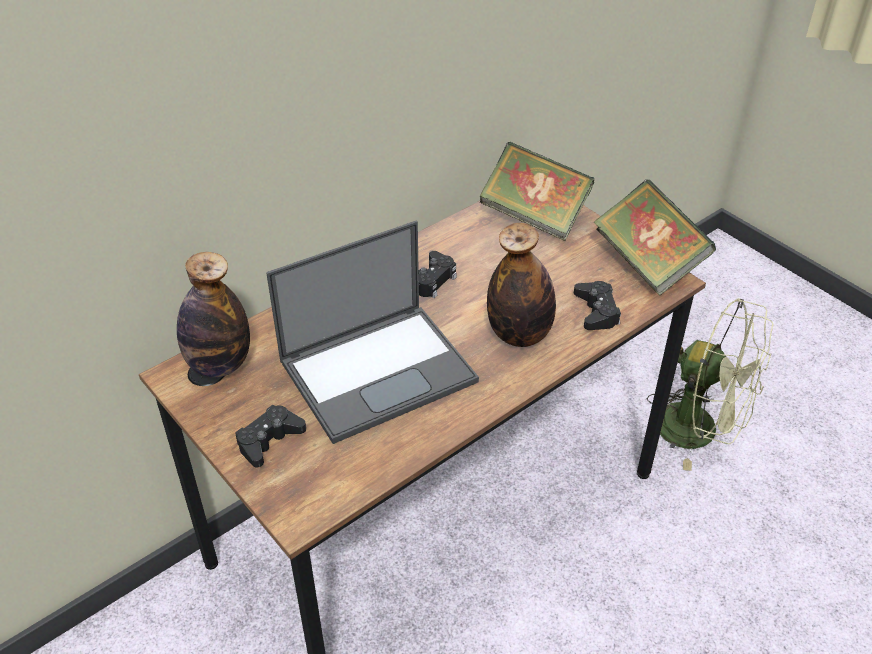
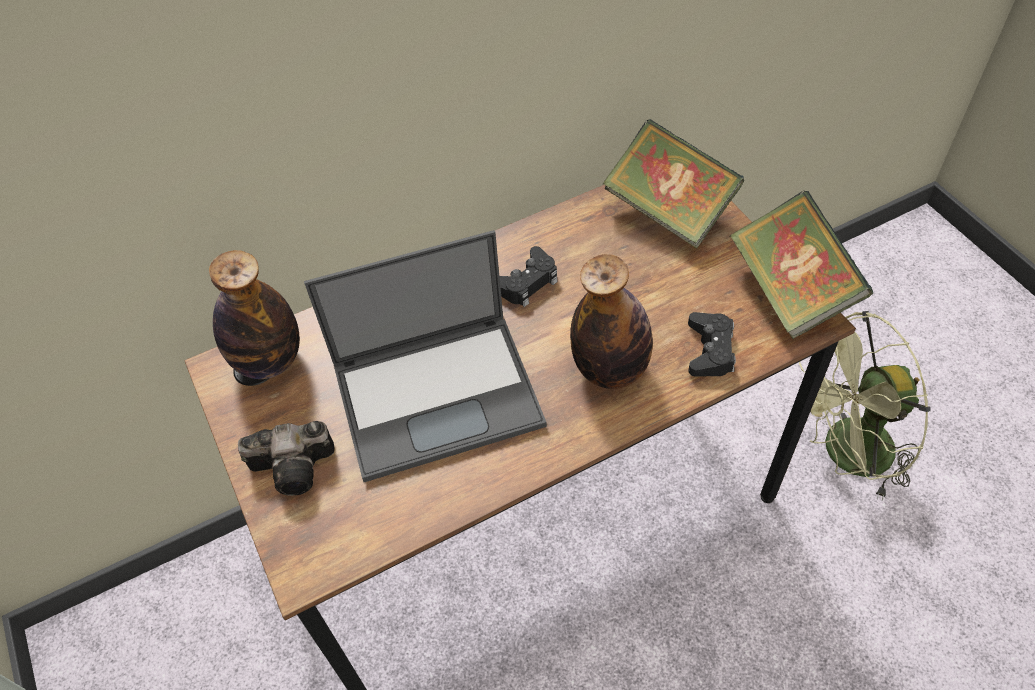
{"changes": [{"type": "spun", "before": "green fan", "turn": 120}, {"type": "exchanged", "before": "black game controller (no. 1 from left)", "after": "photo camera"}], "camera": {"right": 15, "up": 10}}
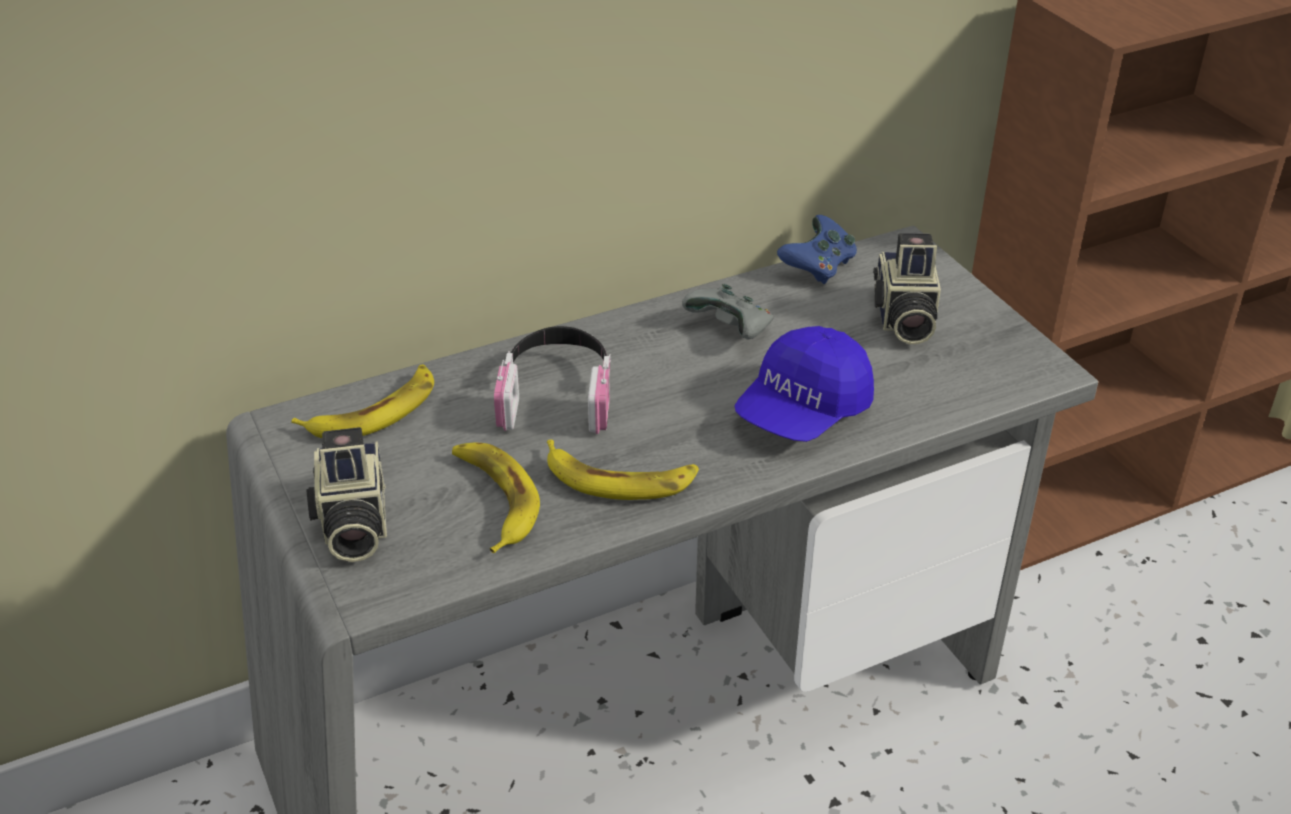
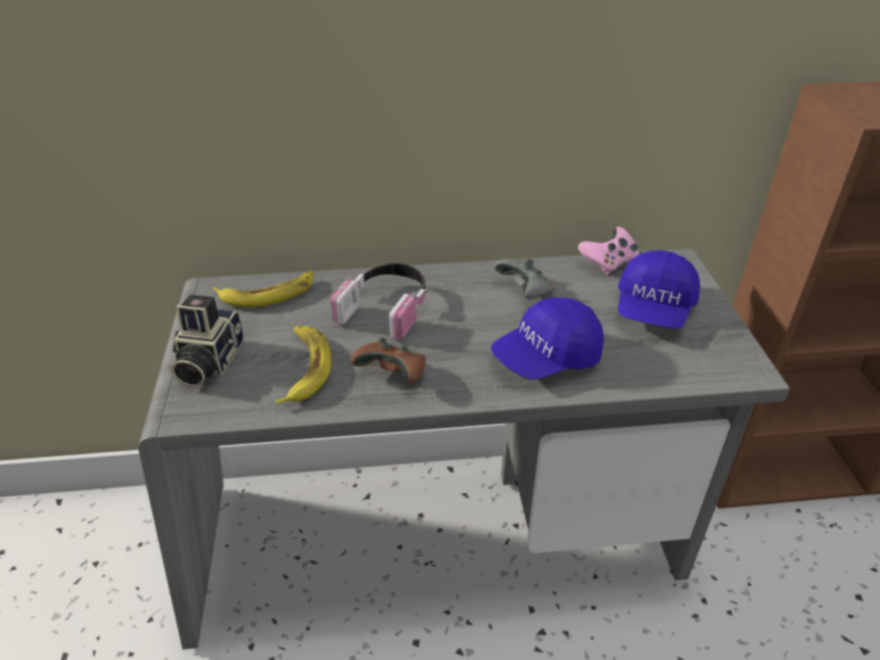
{"changes": [{"type": "colour", "before": "blue game controller", "after": "pink game controller"}, {"type": "exchanged", "before": "photo camera (no. 2 from left)", "after": "blue cap (no. 2 from left)"}, {"type": "exchanged", "before": "banana (no. 3 from left)", "after": "brown game controller"}], "camera": {"right": 20, "up": 0}}
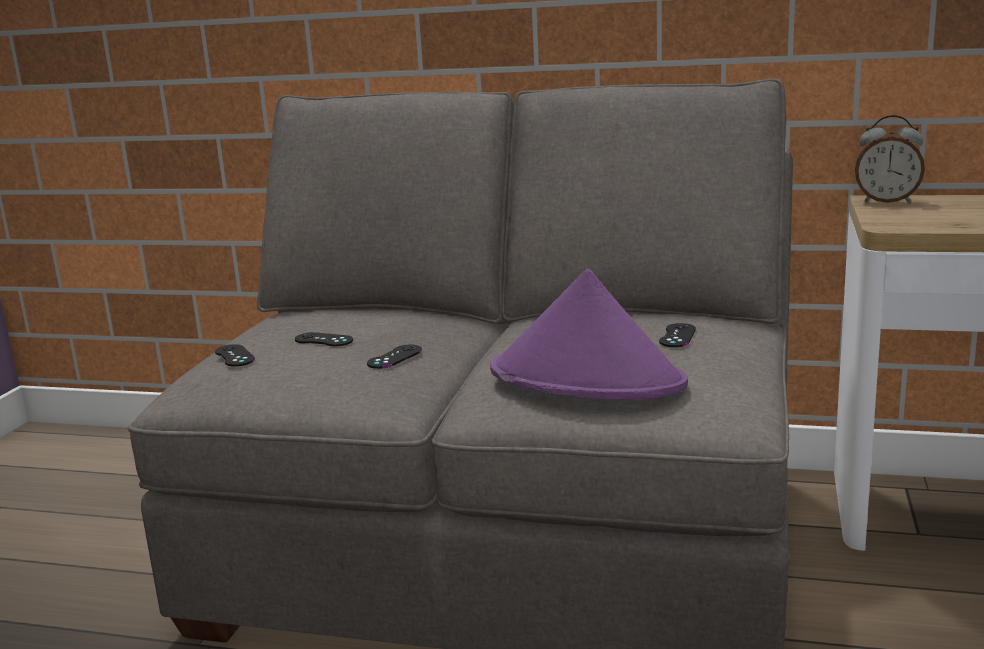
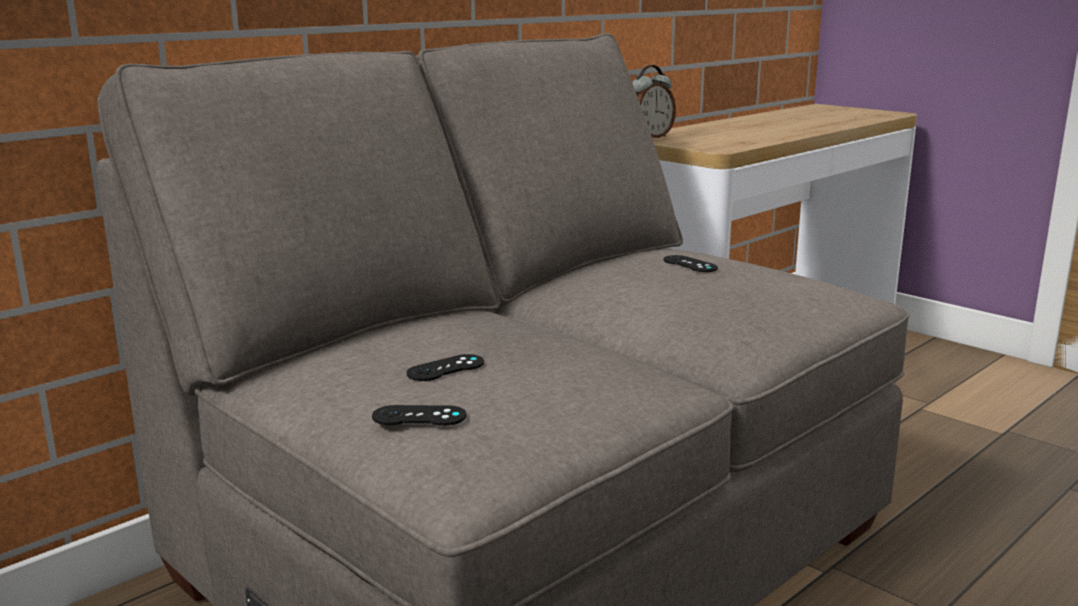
{"changes": [{"type": "missing", "before": "purple hat"}, {"type": "missing", "before": "black game controller (no. 3 from left)"}], "camera": {"right": -60, "up": 0}}
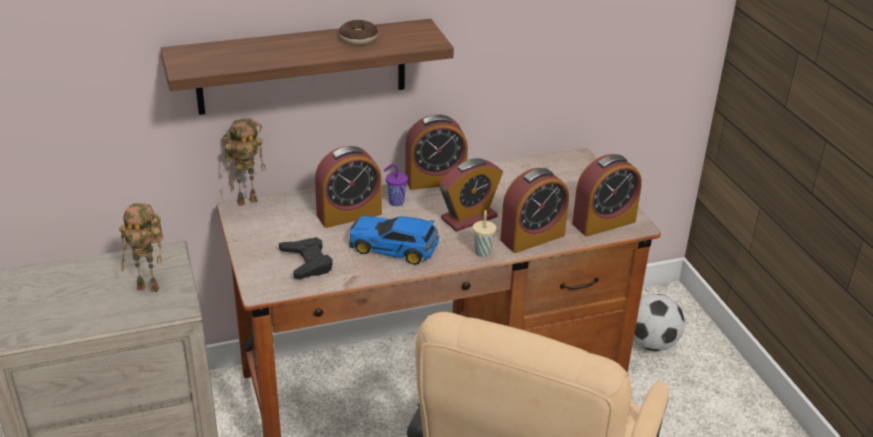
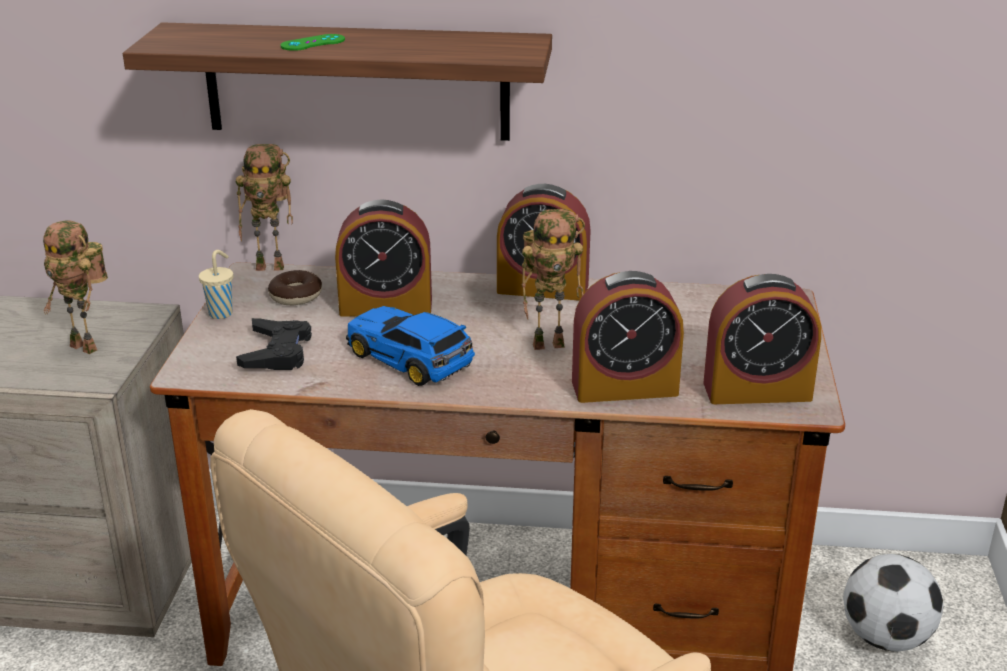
{"changes": [{"type": "relocated", "before": "donut"}, {"type": "exchanged", "before": "alarm clock (no. 3 from left)", "after": "toy robot (no. 3 from left)"}, {"type": "missing", "before": "purple cup"}, {"type": "relocated", "before": "beige cup"}, {"type": "appeared", "after": "green game controller"}], "camera": {"right": 25, "up": -5}}
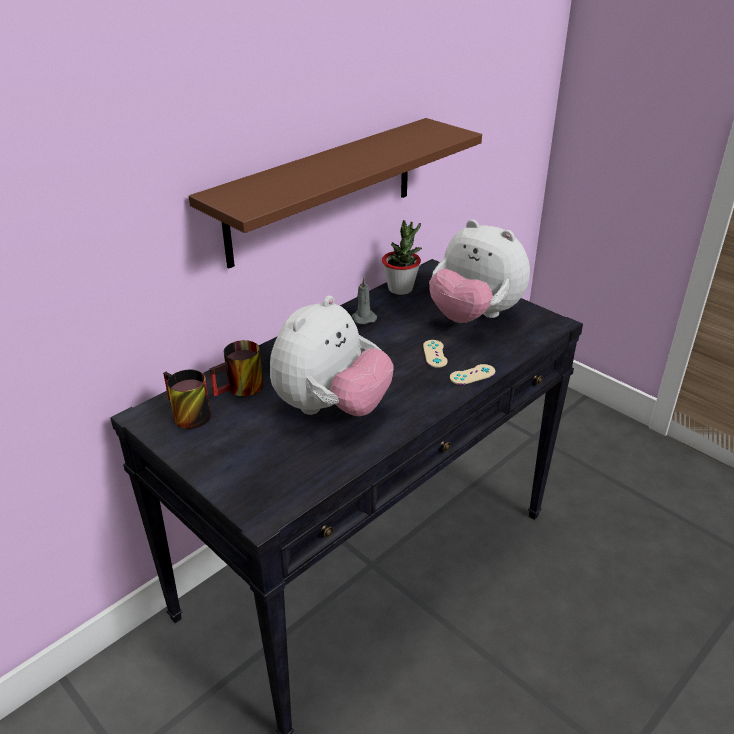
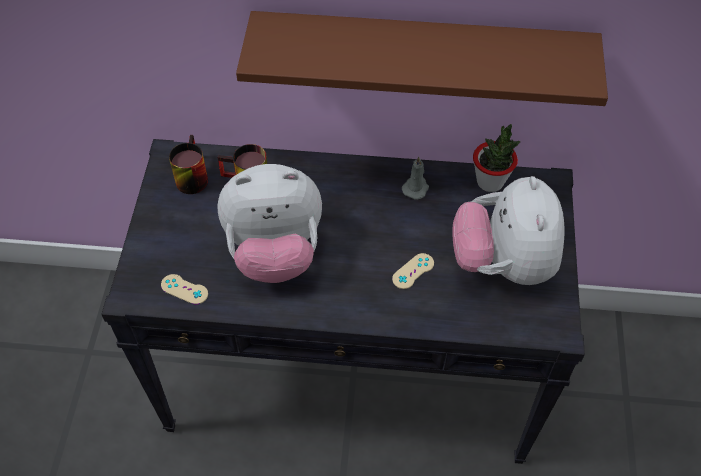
{"changes": [{"type": "relocated", "before": "beige game controller (no. 2 from left in the first image)", "after": "beige game controller (no. 1 from left)"}], "camera": {"right": 50, "up": 20}}
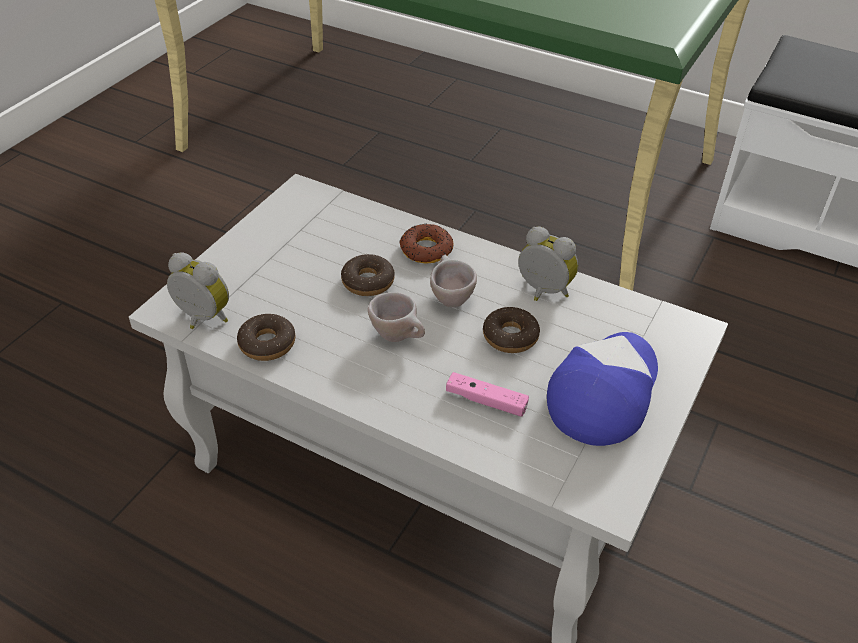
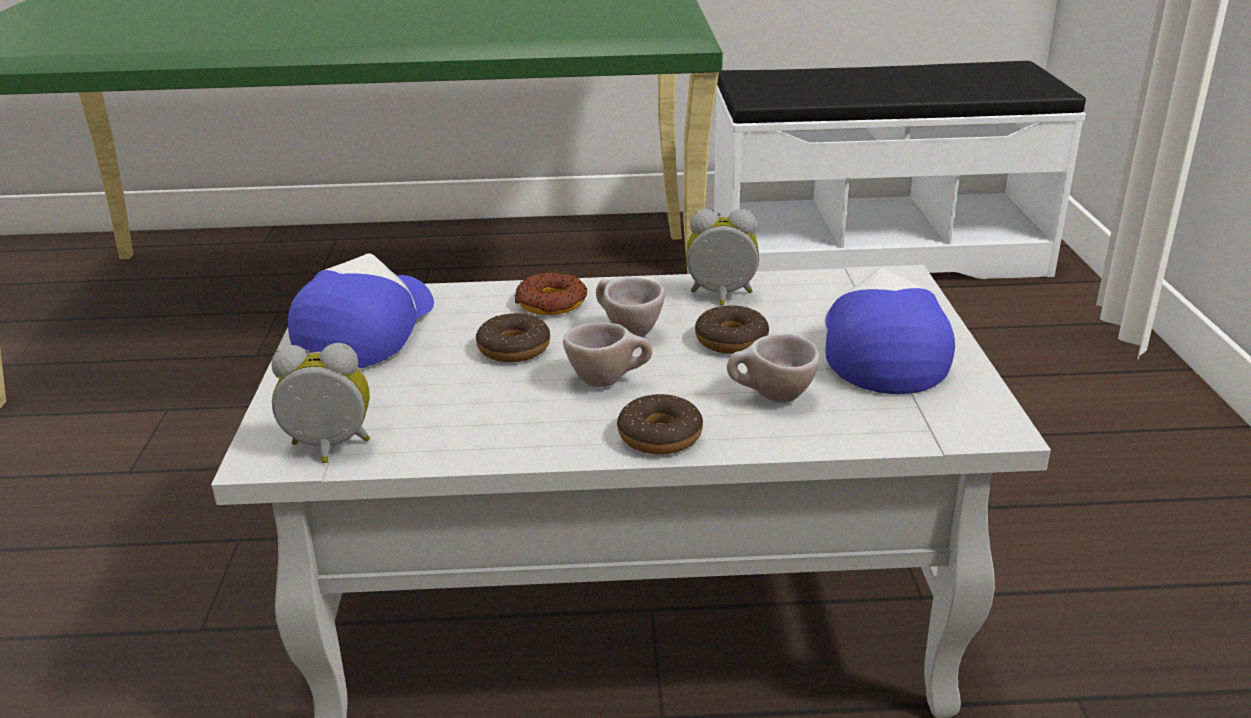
{"changes": [{"type": "relocated", "before": "donut (no. 1 from left in the first image)", "after": "donut (no. 3 from left)"}, {"type": "exchanged", "before": "pink game controller", "after": "beige cup (no. 3 from left)"}, {"type": "appeared", "after": "cap (no. 1 from left)"}], "camera": {"right": -30, "up": -15}}
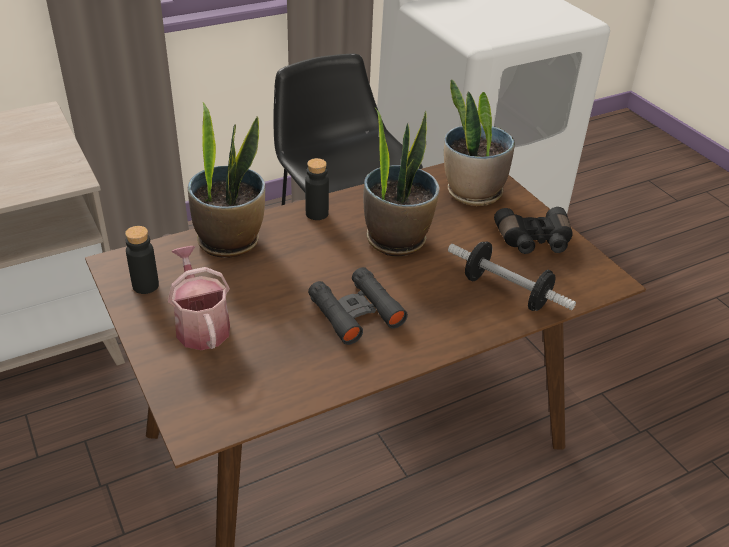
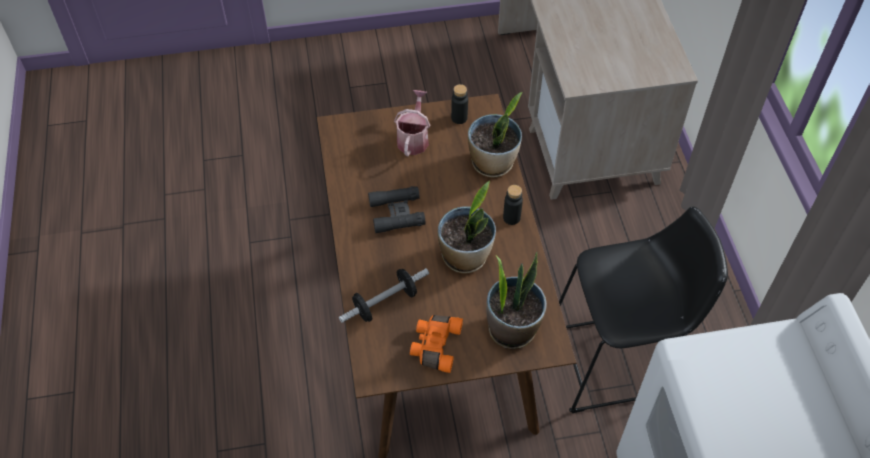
{"changes": [{"type": "colour", "before": "black binoculars (no. 2 from left)", "after": "orange binoculars"}, {"type": "spun", "before": "watering can", "turn": -75}], "camera": {"right": 110, "up": 15}}
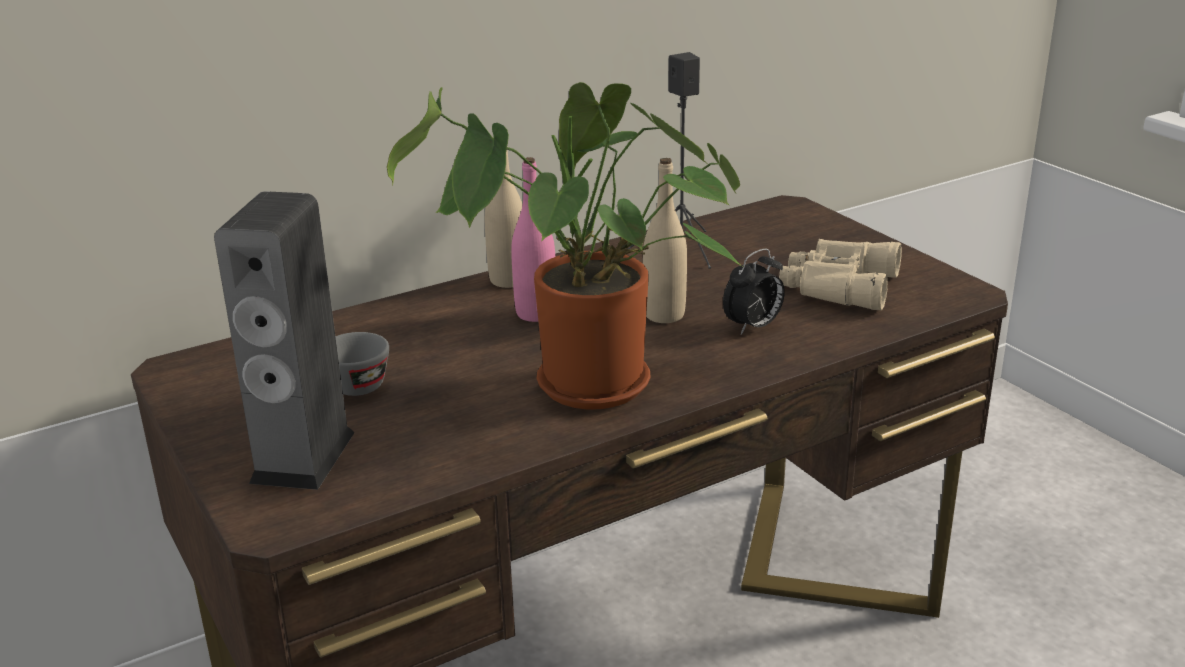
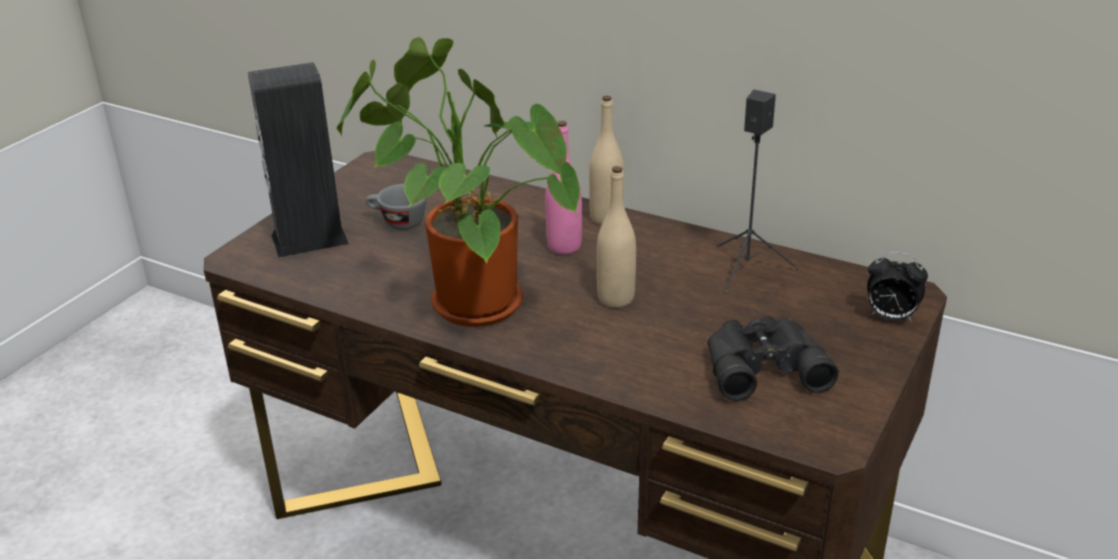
{"changes": [{"type": "colour", "before": "beige binoculars", "after": "black binoculars"}, {"type": "relocated", "before": "alarm clock"}], "camera": {"right": 60, "up": 5}}
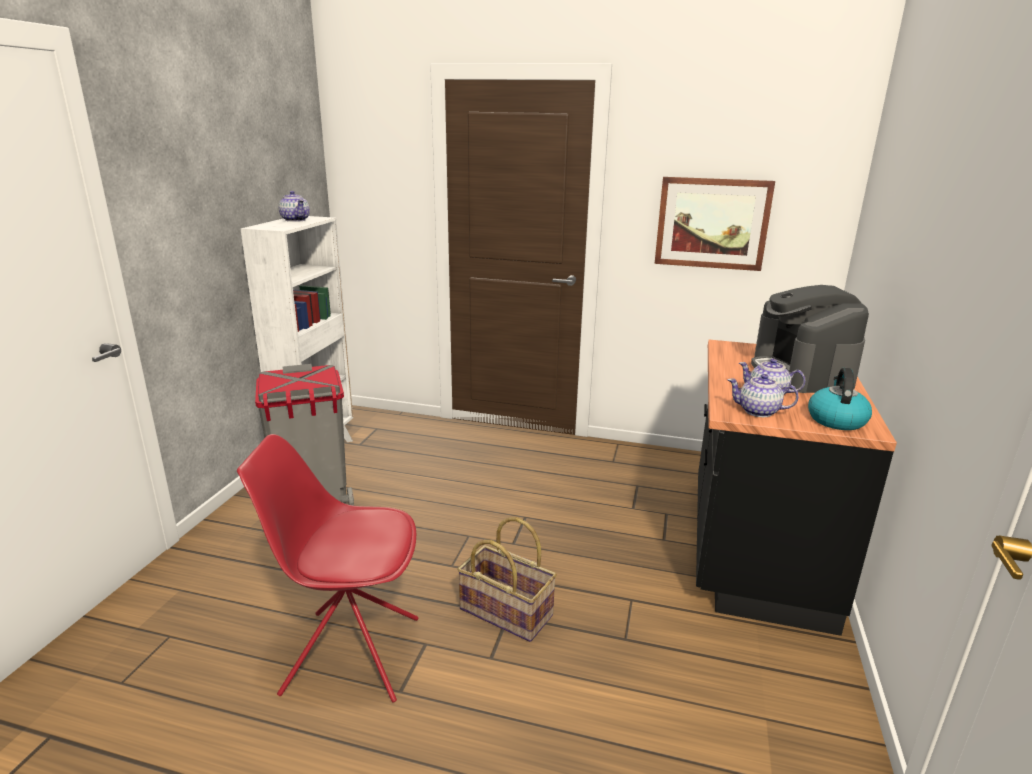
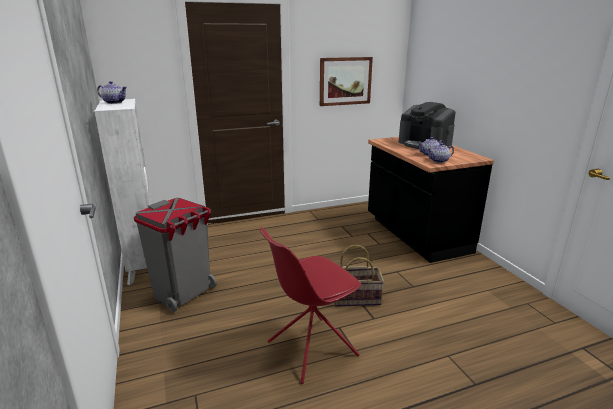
{"changes": [{"type": "missing", "before": "kettle"}], "camera": {"right": -35, "up": 0}}
